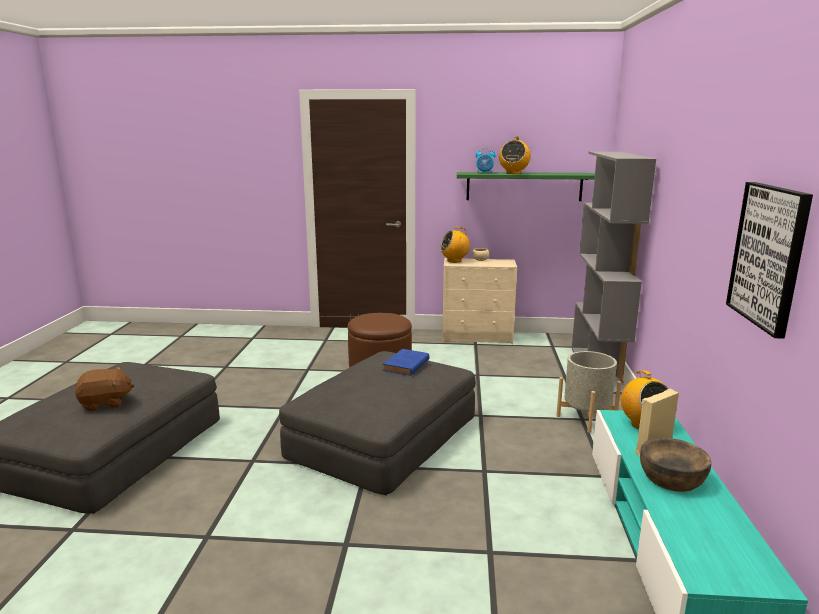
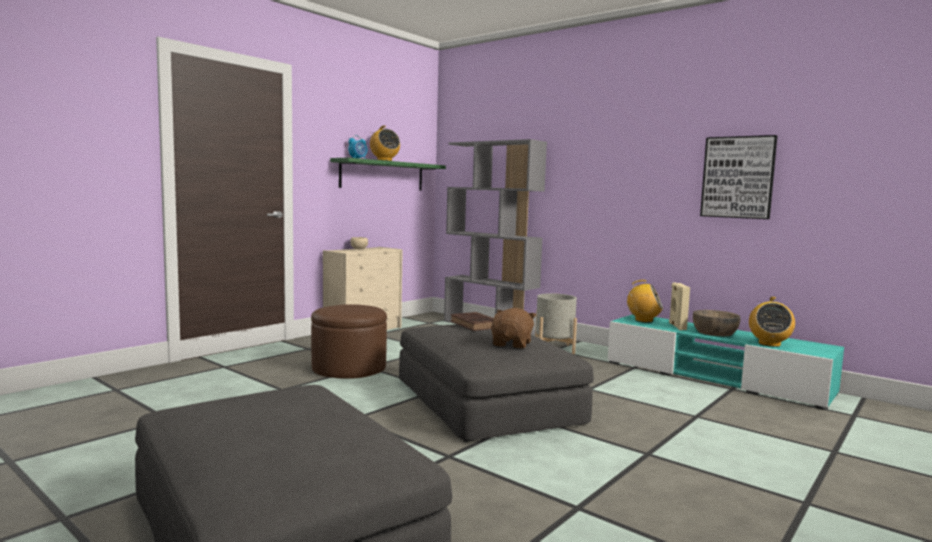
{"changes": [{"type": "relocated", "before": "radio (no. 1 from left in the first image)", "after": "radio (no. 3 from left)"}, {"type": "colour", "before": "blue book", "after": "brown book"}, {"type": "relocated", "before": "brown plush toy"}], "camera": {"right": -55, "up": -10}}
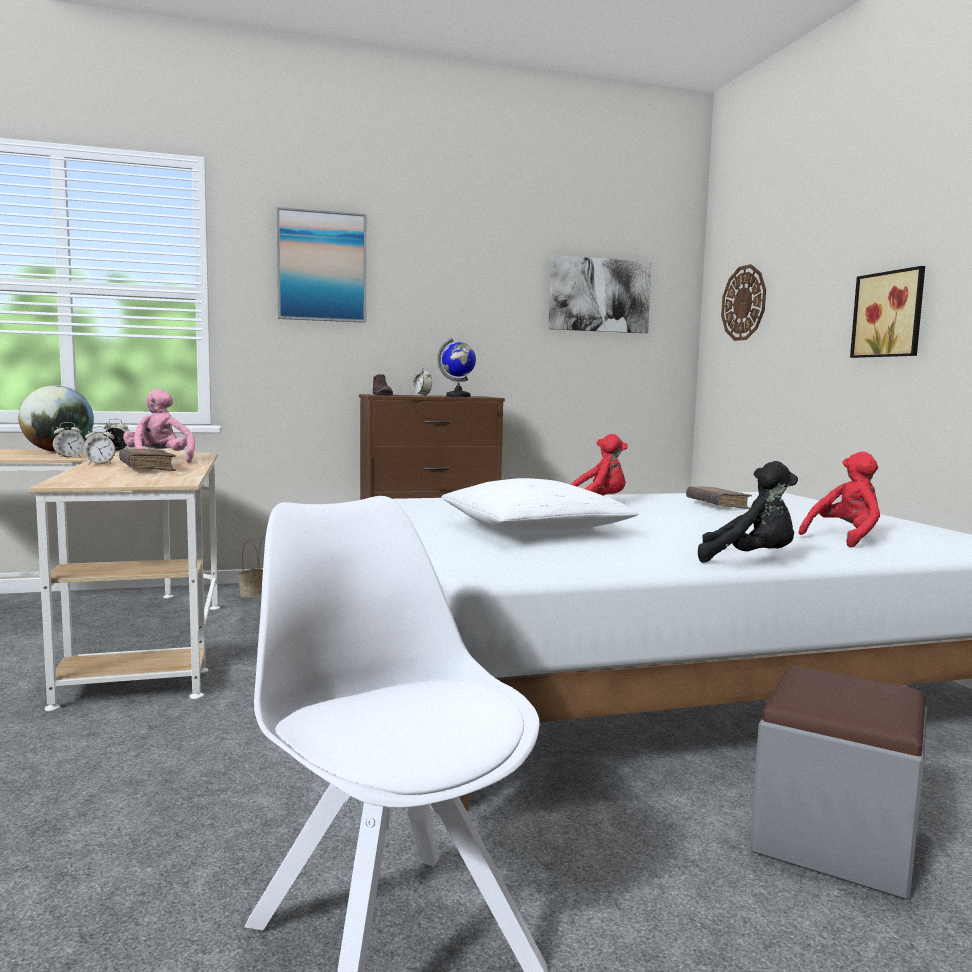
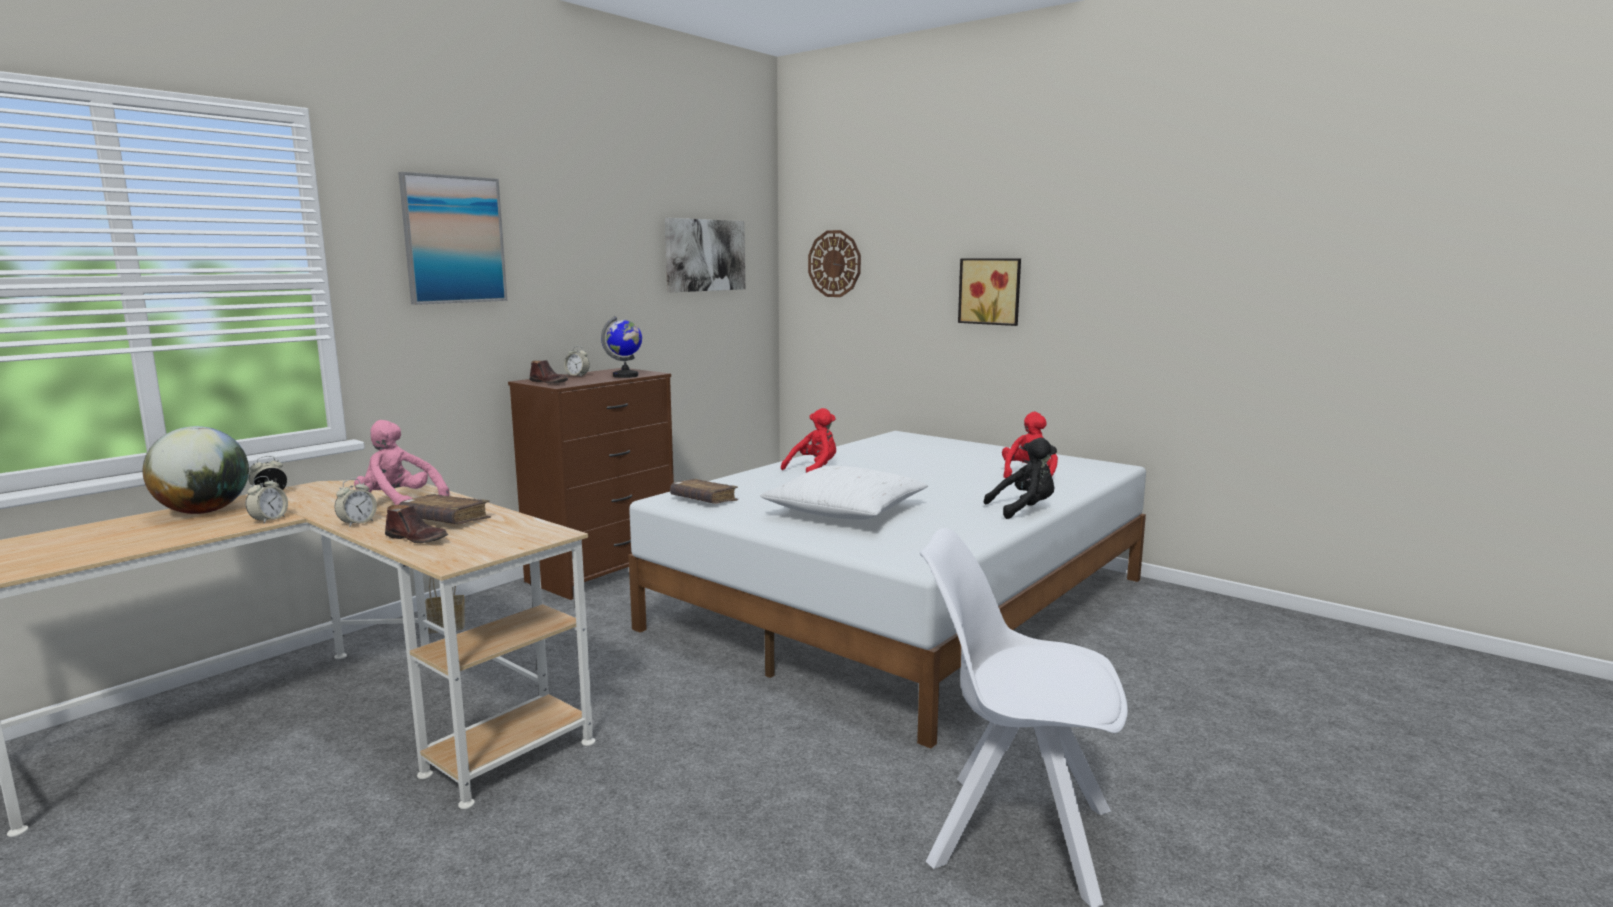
{"changes": [{"type": "relocated", "before": "brown book (no. 2 from left)"}, {"type": "missing", "before": "grey ottoman"}, {"type": "appeared", "after": "brown shoe (no. 1 from left)"}], "camera": {"right": -35, "up": 5}}
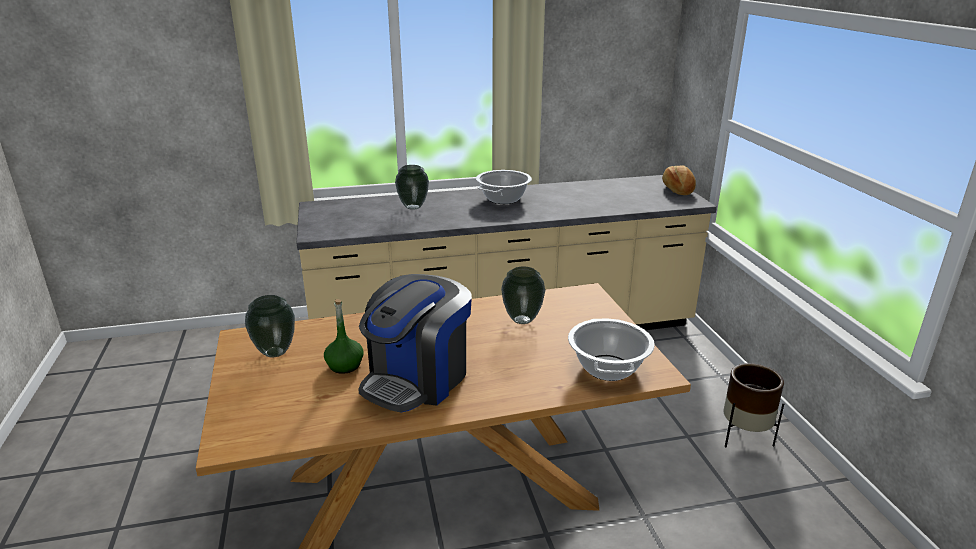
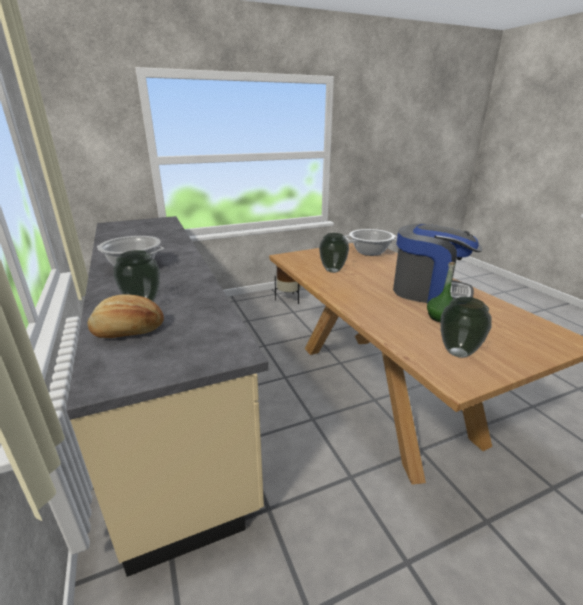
{"changes": [{"type": "relocated", "before": "bread"}], "camera": {"right": -100, "up": 0}}
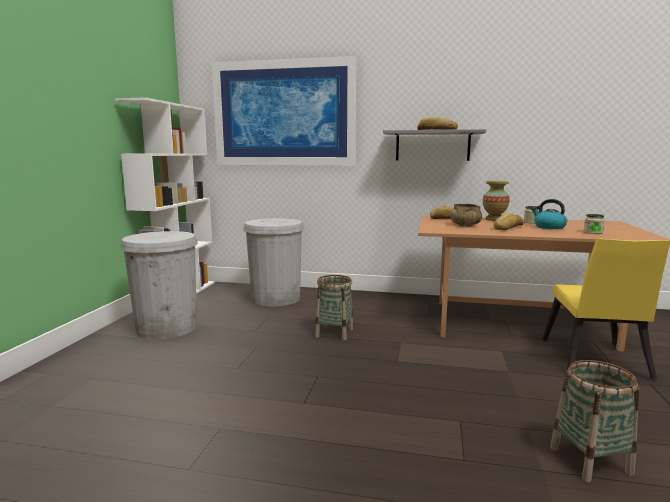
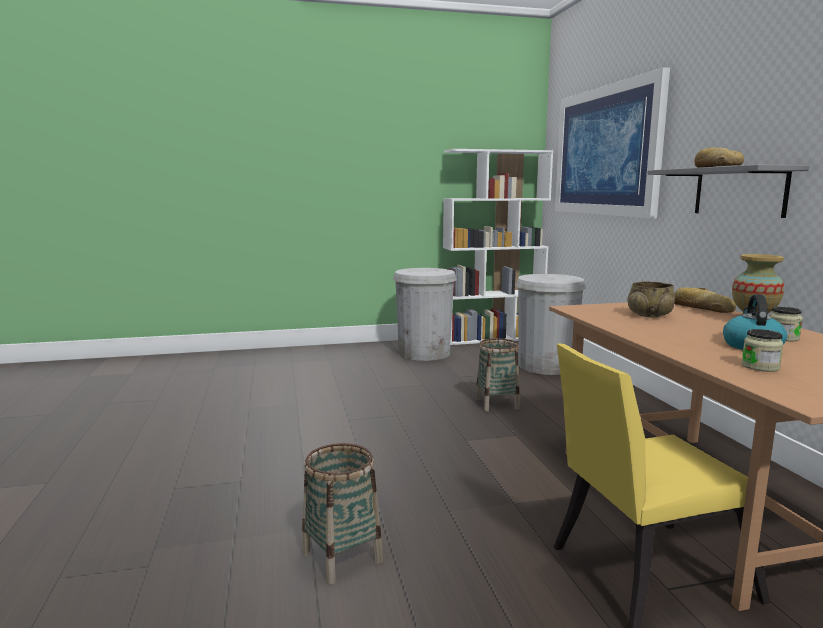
{"changes": [{"type": "missing", "before": "bread (no. 3 from left)"}], "camera": {"right": 65, "up": 0}}
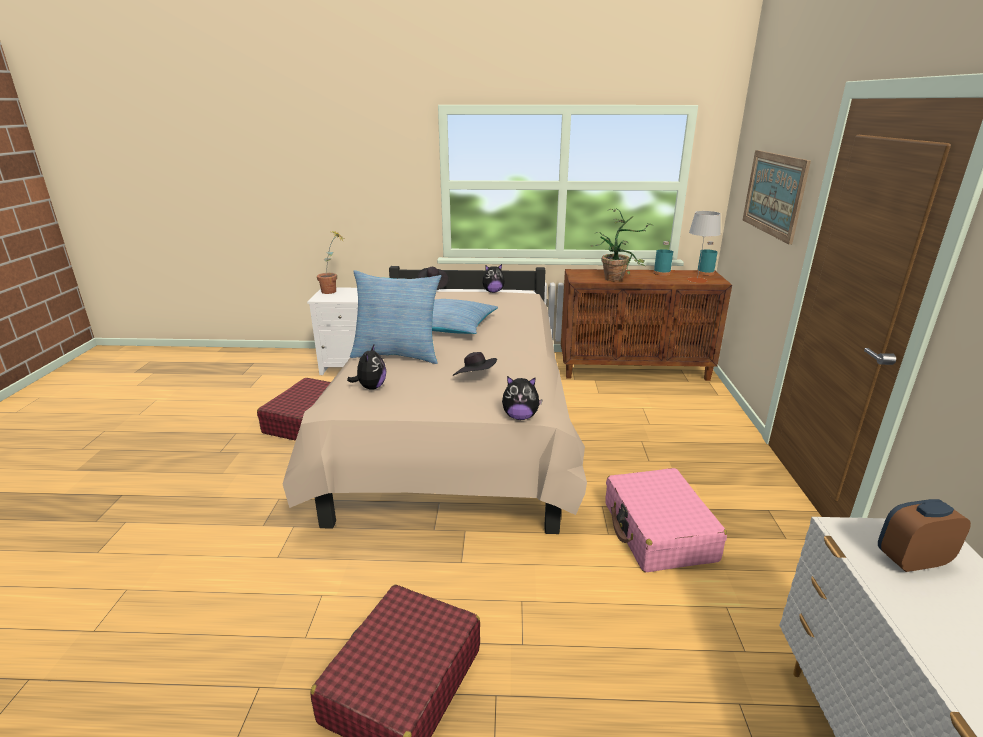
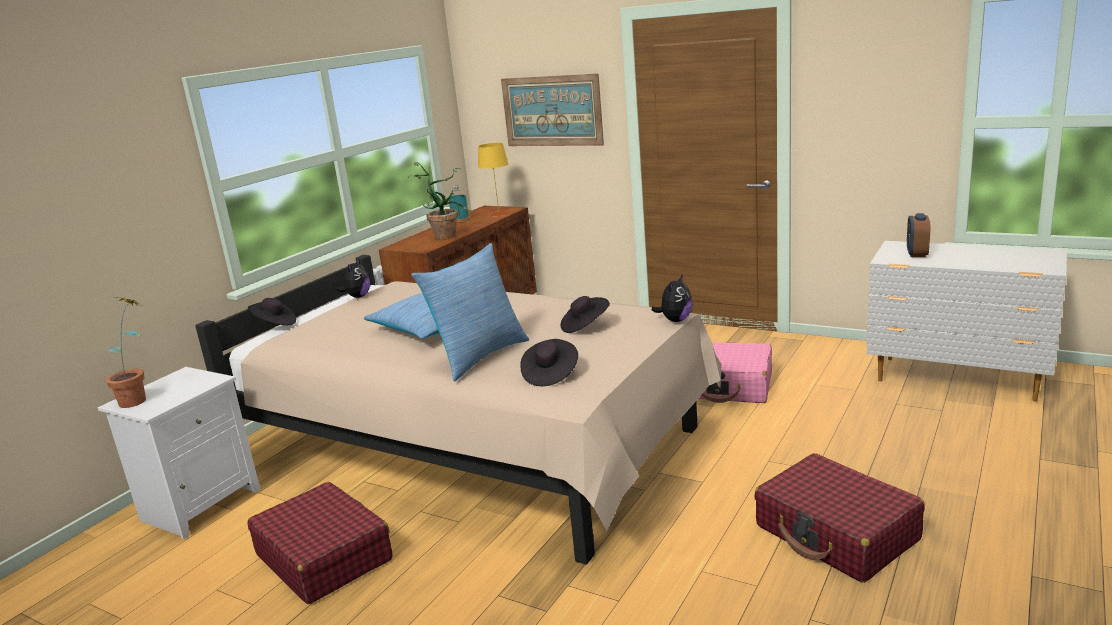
{"changes": [{"type": "colour", "before": "grey table lamp", "after": "yellow table lamp"}, {"type": "missing", "before": "turquoise bottle (no. 2 from left)"}, {"type": "exchanged", "before": "plush toy (no. 1 from left)", "after": "black hat (no. 2 from left)"}], "camera": {"right": -60, "up": -5}}
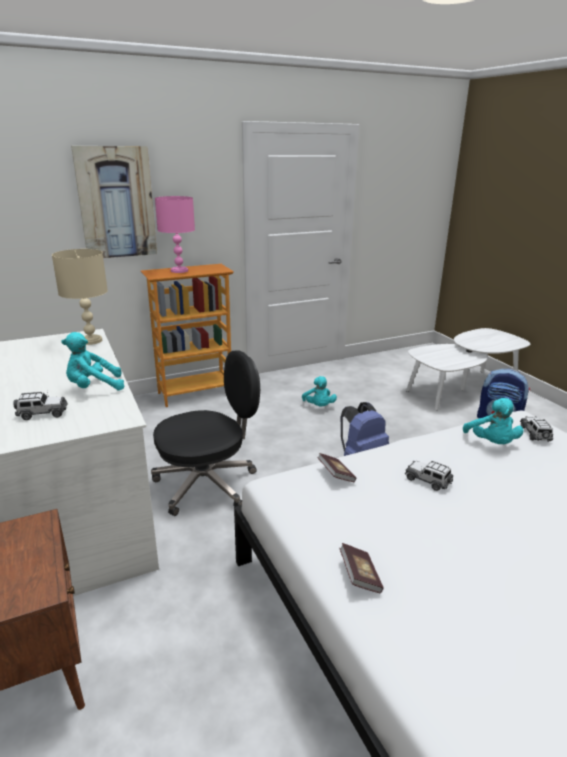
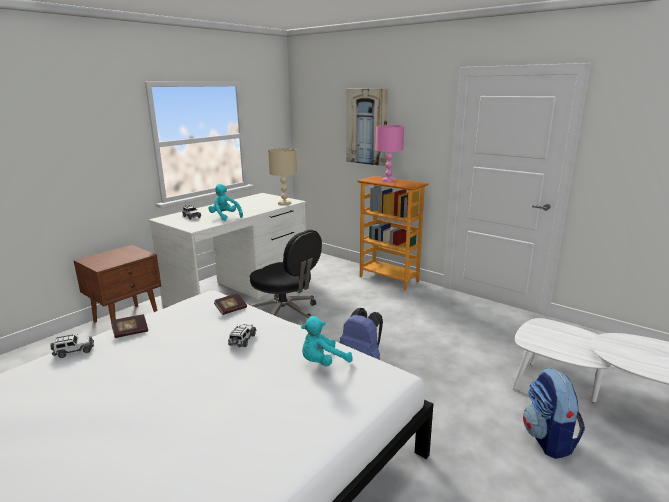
{"changes": [{"type": "missing", "before": "turquoise plush toy (no. 2 from left)"}, {"type": "relocated", "before": "toy car (no. 3 from left in the first image)", "after": "toy car (no. 1 from left)"}], "camera": {"right": 65, "up": -5}}
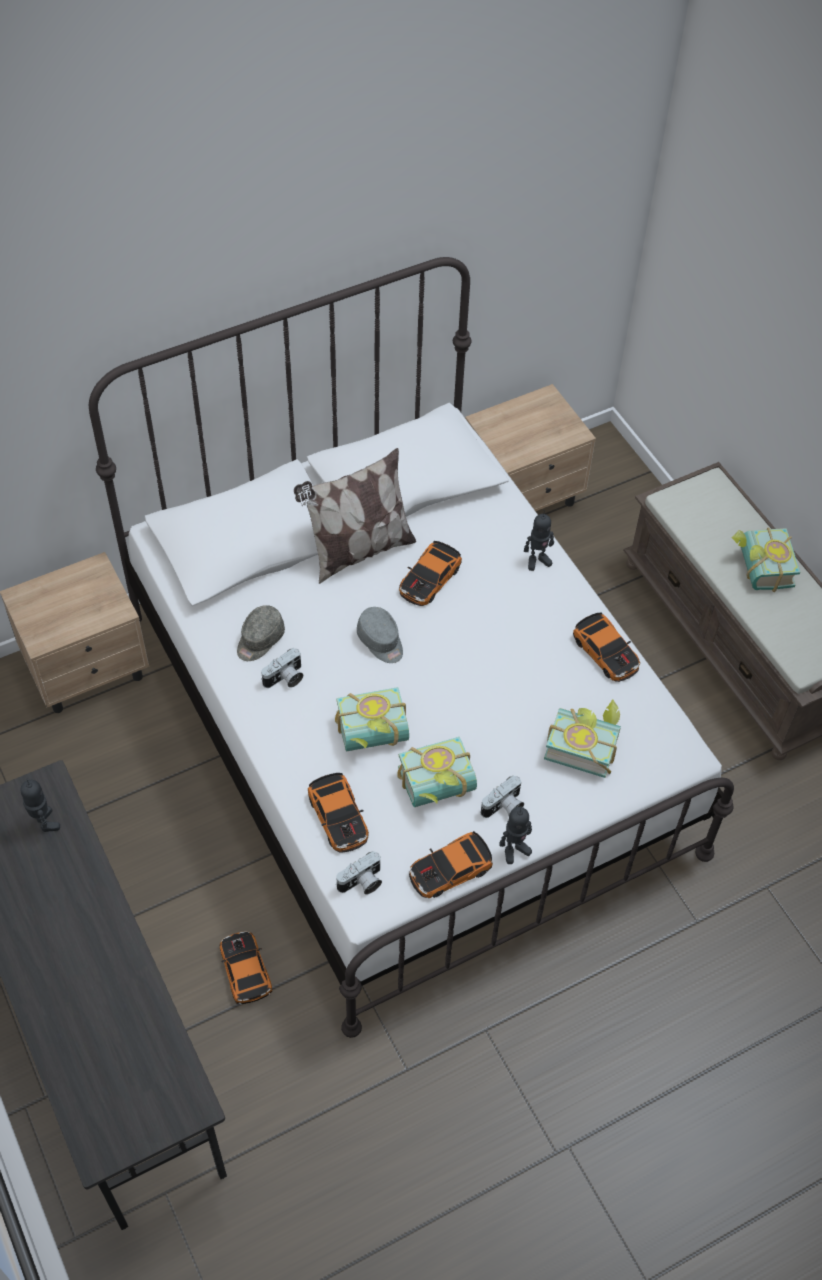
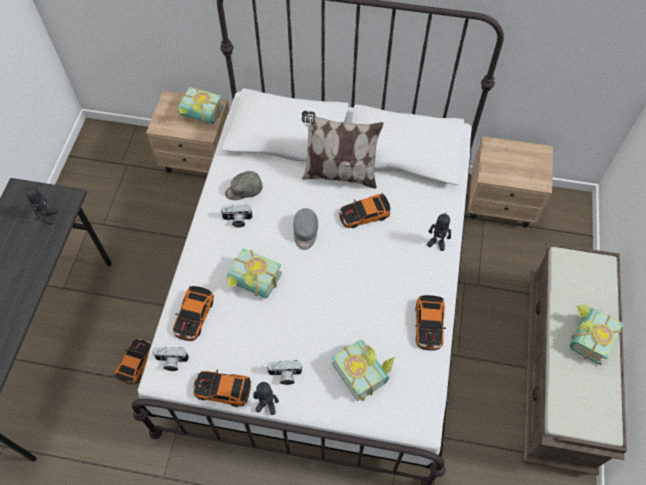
{"changes": [{"type": "relocated", "before": "book (no. 2 from left in the first image)", "after": "book (no. 1 from left)"}], "camera": {"right": 40, "up": 5}}
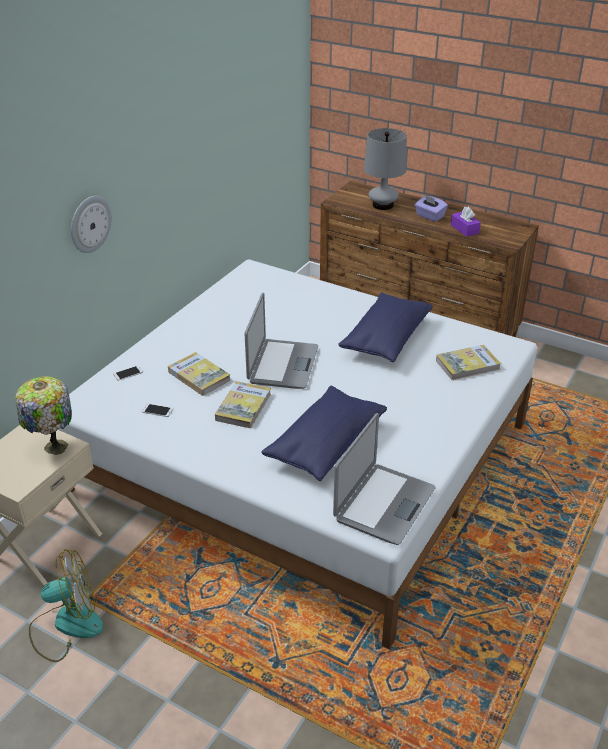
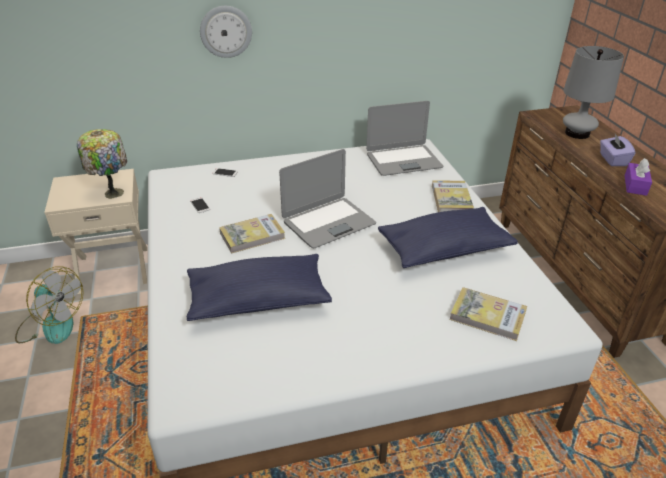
{"changes": [{"type": "relocated", "before": "book (no. 1 from left in the first image)", "after": "book (no. 2 from left)"}, {"type": "relocated", "before": "laptop (no. 2 from left)"}], "camera": {"right": 45, "up": 0}}
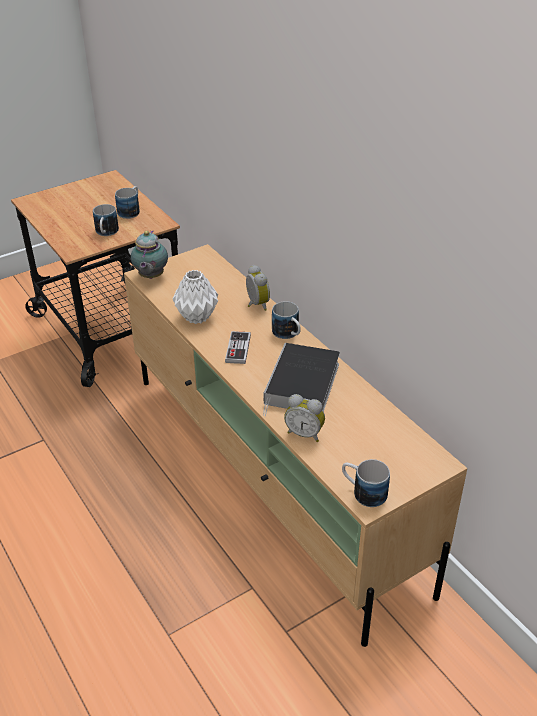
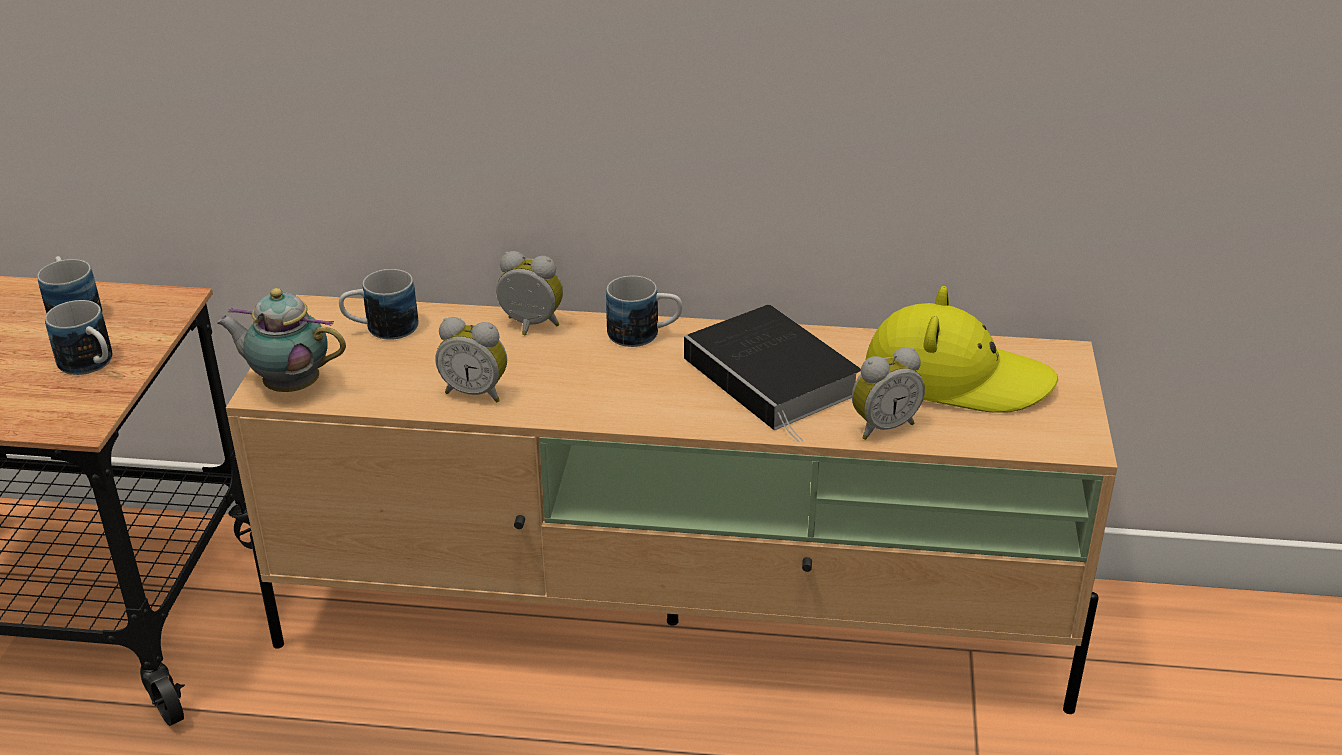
{"changes": [{"type": "spun", "before": "teapot", "turn": 150}, {"type": "exchanged", "before": "white vase", "after": "alarm clock (no. 1 from left)"}, {"type": "missing", "before": "game controller"}, {"type": "relocated", "before": "mug (no. 4 from left in the first image)", "after": "mug (no. 3 from left)"}, {"type": "appeared", "after": "yellow hat"}], "camera": {"right": -50, "up": -5}}
